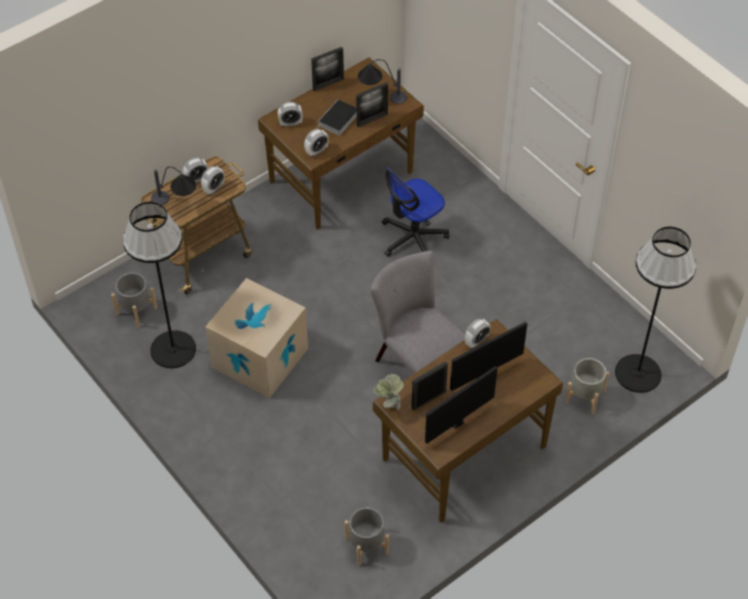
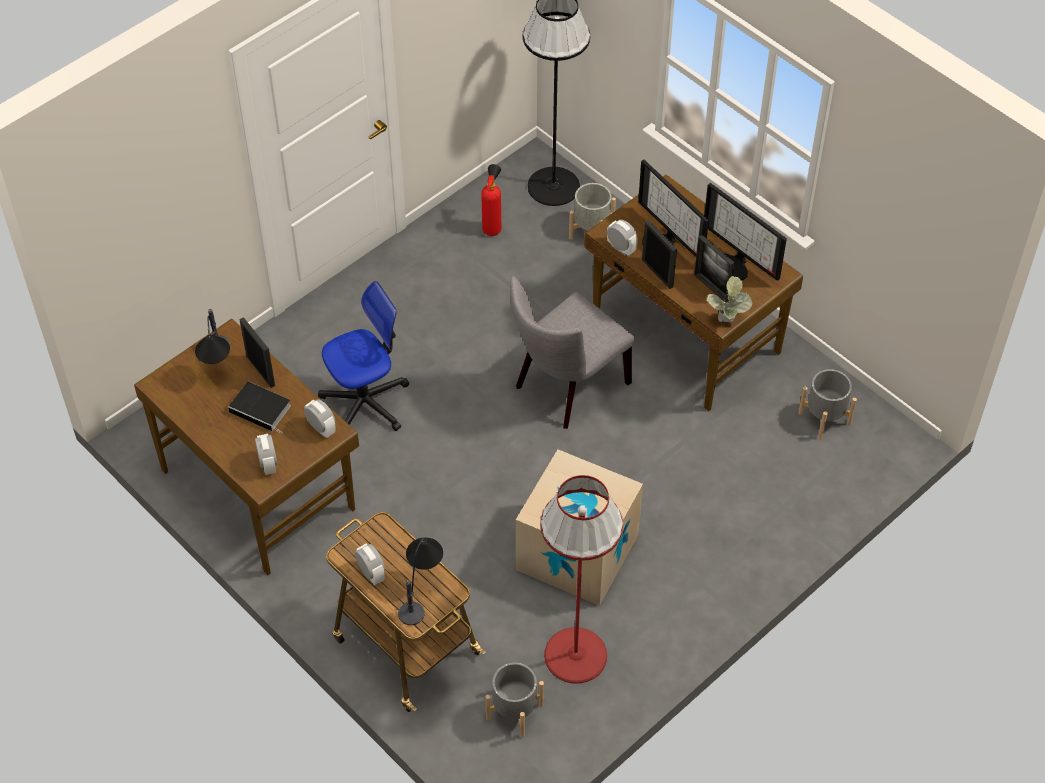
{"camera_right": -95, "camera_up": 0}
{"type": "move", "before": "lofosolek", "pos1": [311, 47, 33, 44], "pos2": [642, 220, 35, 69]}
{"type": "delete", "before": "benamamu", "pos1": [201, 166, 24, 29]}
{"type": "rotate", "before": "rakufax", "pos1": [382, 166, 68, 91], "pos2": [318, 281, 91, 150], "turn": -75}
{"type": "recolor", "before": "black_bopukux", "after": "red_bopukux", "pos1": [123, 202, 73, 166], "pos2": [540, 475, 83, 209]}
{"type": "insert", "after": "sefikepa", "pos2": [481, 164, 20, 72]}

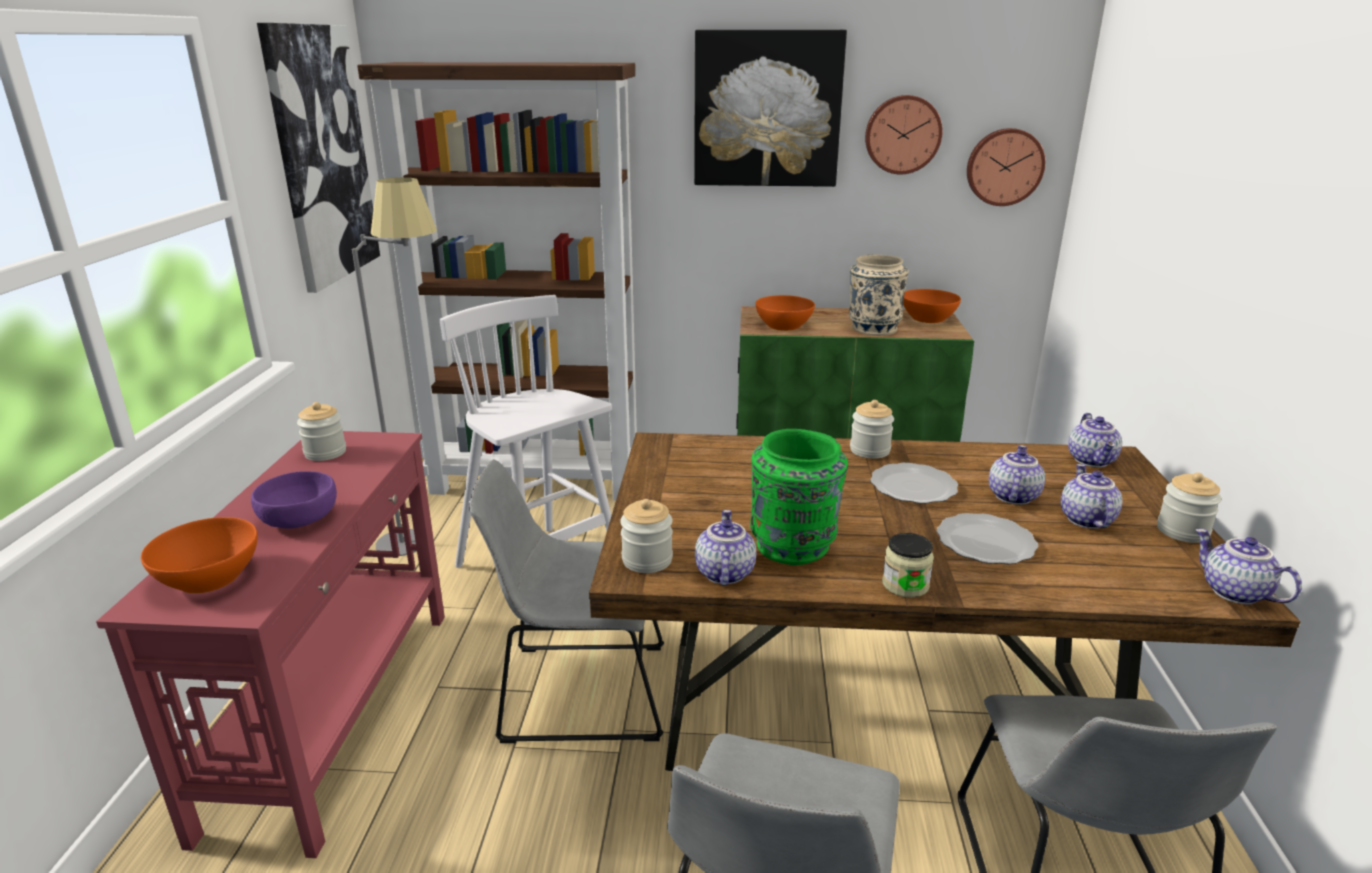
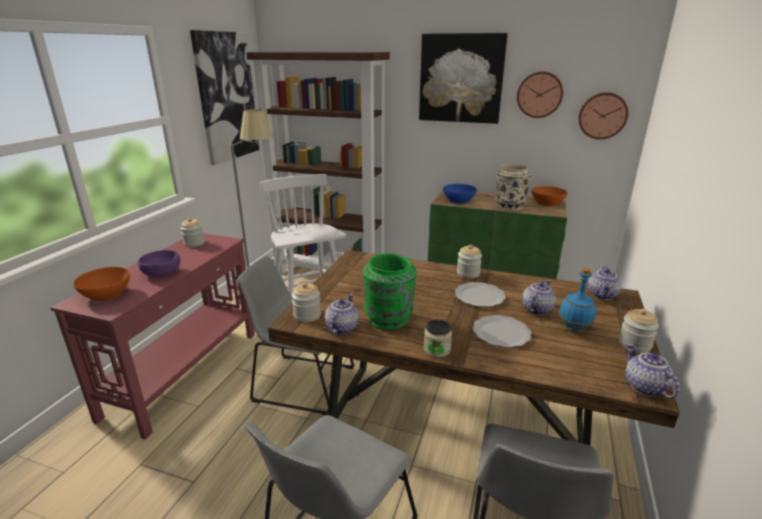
{"camera_right": 15, "camera_up": 0}
{"type": "recolor", "before": "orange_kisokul", "after": "blue_kisokul", "pos1": [755, 295, 60, 36], "pos2": [443, 184, 34, 20]}
{"type": "replace", "before": "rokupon", "after": "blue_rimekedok", "pos1": [1061, 464, 61, 65], "pos2": [559, 268, 37, 65]}

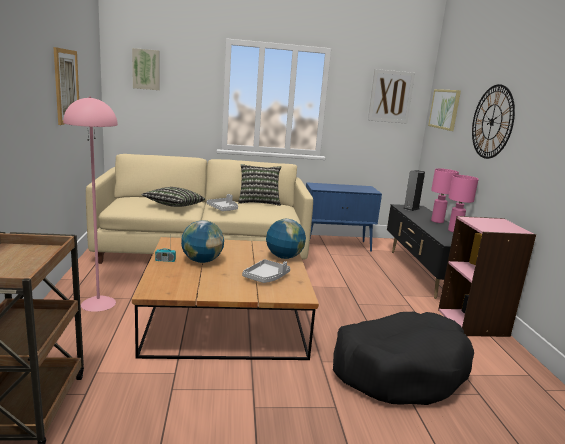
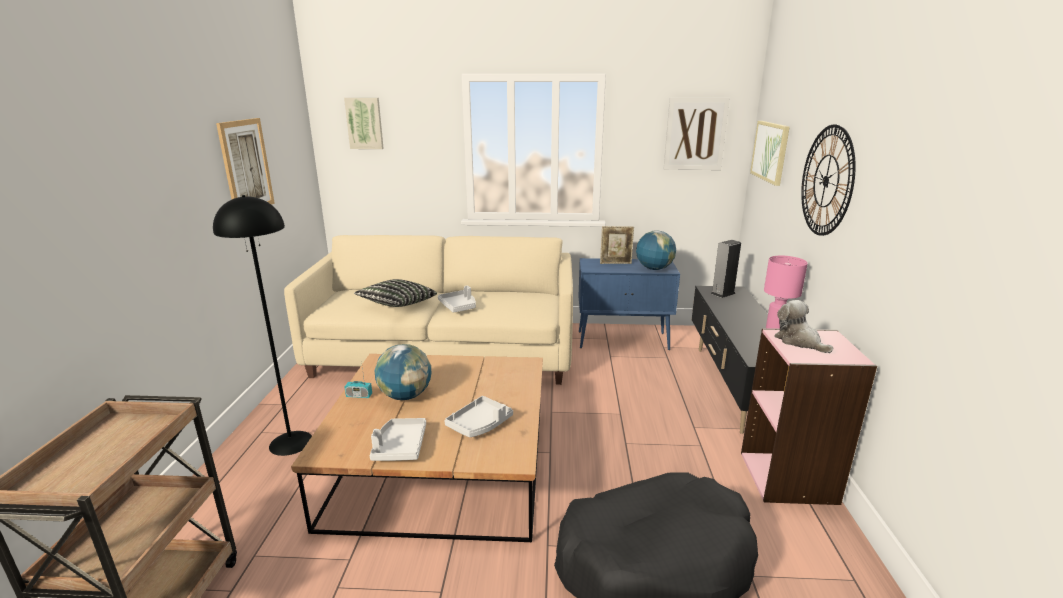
{"camera_right": 10, "camera_up": 5}
{"type": "recolor", "before": "pink_bopukux", "after": "black_bopukux", "pos1": [63, 96, 55, 216], "pos2": [213, 195, 99, 261]}
{"type": "delete", "before": "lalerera", "pos1": [238, 164, 43, 42]}
{"type": "delete", "before": "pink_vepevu", "pos1": [431, 168, 28, 55]}
{"type": "move", "before": "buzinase", "pos1": [266, 219, 40, 40], "pos2": [636, 230, 40, 40]}
{"type": "insert", "after": "lofosolek", "pos2": [600, 226, 34, 38]}
{"type": "insert", "after": "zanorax", "pos2": [774, 300, 60, 53]}
{"type": "insert", "after": "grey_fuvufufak", "pos2": [370, 418, 56, 43]}

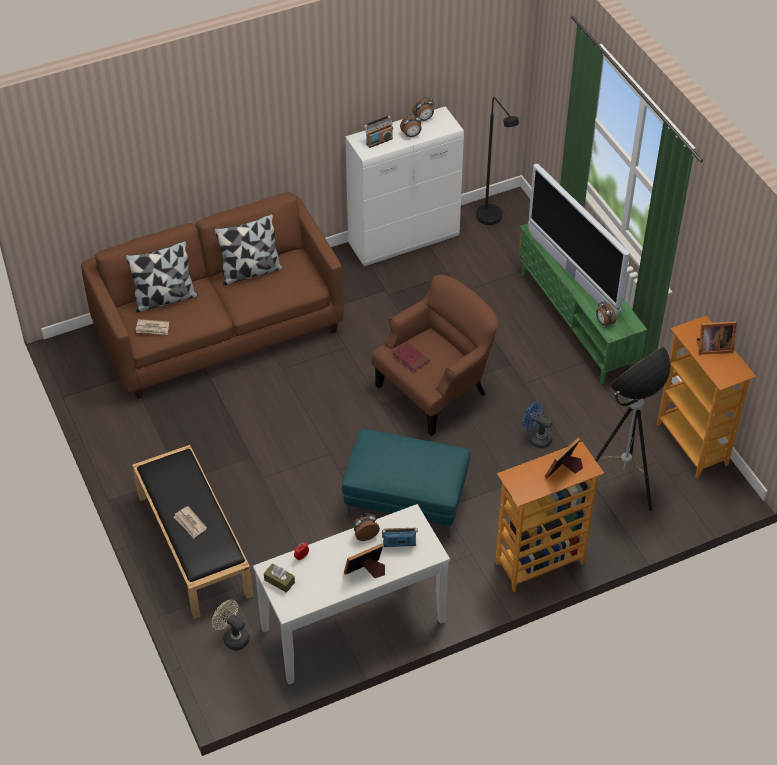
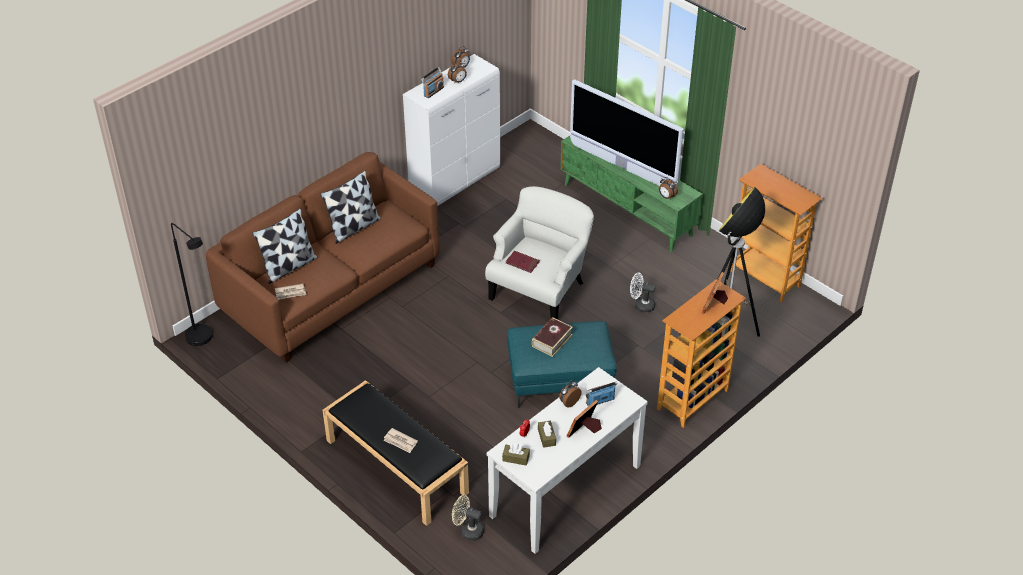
{"camera_right": -20, "camera_up": -5}
{"type": "move", "before": "black_bopukux", "pos1": [476, 97, 43, 128], "pos2": [171, 223, 42, 123]}
{"type": "recolor", "before": "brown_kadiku", "after": "white_kadiku", "pos1": [371, 275, 127, 161], "pos2": [485, 186, 109, 134]}
{"type": "delete", "before": "lofosolek", "pos1": [697, 321, 40, 34]}
{"type": "recolor", "before": "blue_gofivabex", "after": "white_gofivabex", "pos1": [523, 402, 30, 47], "pos2": [630, 273, 26, 40]}
{"type": "insert", "after": "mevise", "pos2": [532, 317, 41, 40]}
{"type": "insert", "after": "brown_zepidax", "pos2": [538, 421, 18, 27]}

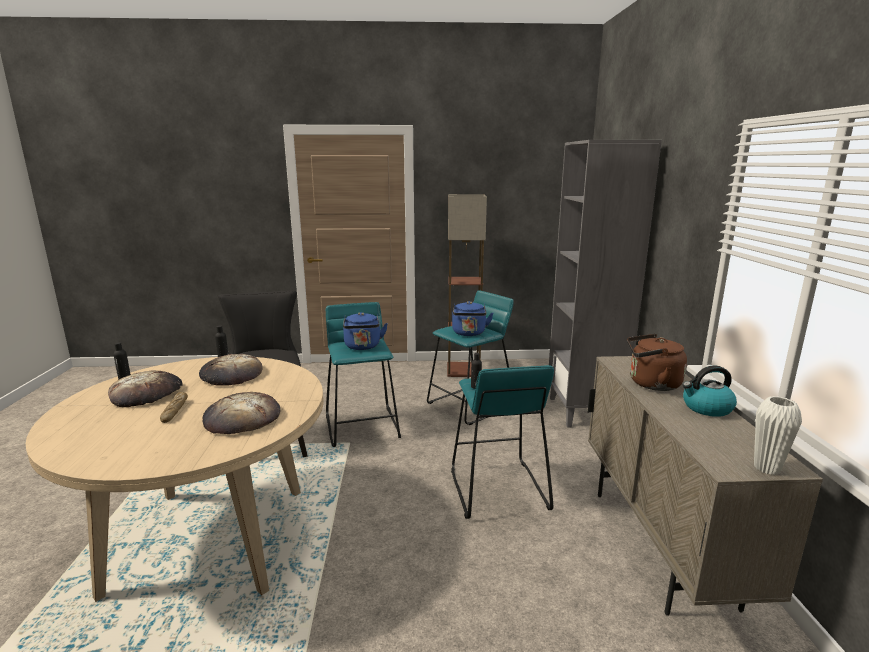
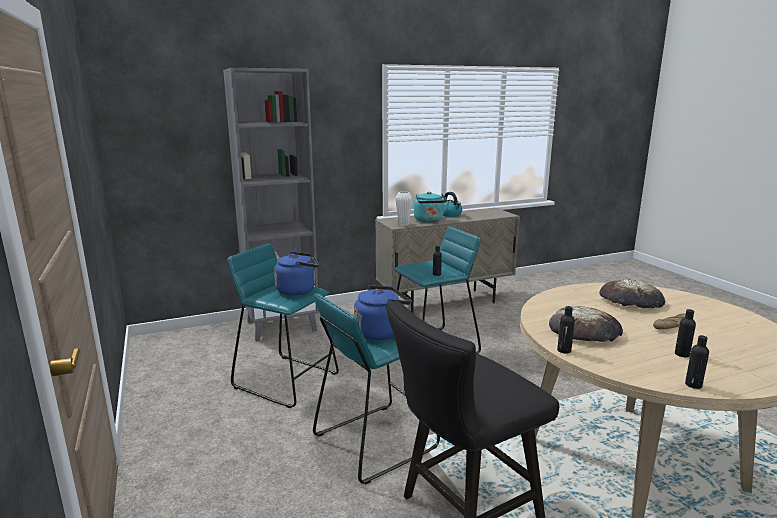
{"camera_right": -110, "camera_up": 0}
{"type": "delete", "before": "bopukux", "pos1": [447, 194, 40, 183]}
{"type": "recolor", "before": "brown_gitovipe", "after": "turquoise_gitovipe", "pos1": [627, 334, 60, 57], "pos2": [414, 192, 36, 30]}
{"type": "replace", "before": "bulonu", "after": "black_rimekedok", "pos1": [108, 371, 75, 36], "pos2": [675, 309, 21, 48]}
{"type": "move", "before": "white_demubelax", "pos1": [754, 396, 48, 79], "pos2": [396, 192, 16, 34]}

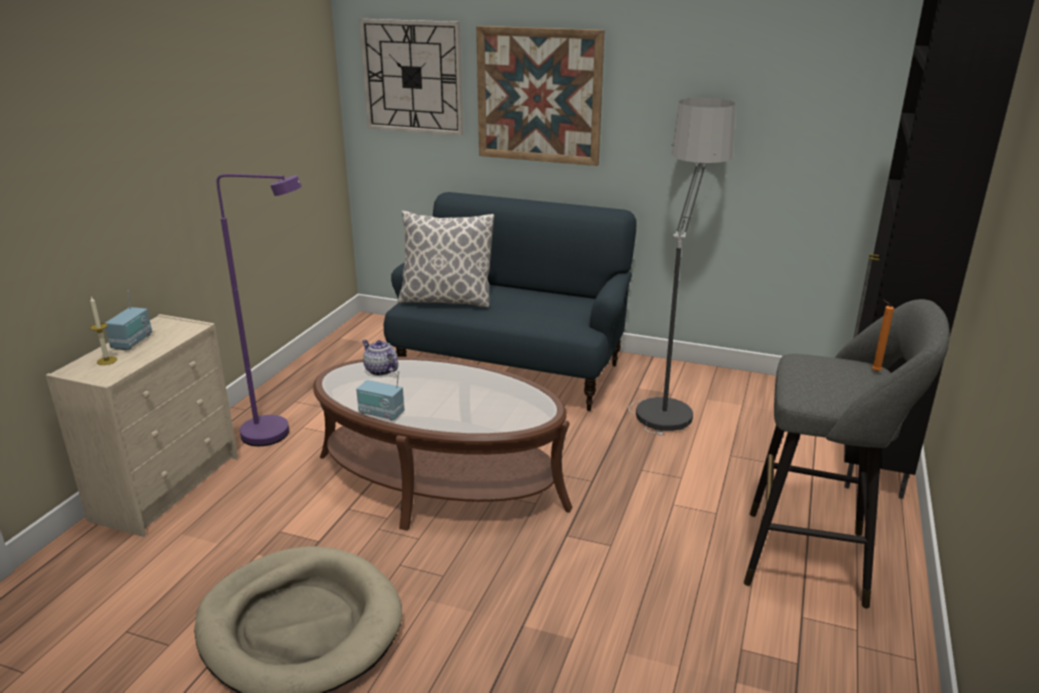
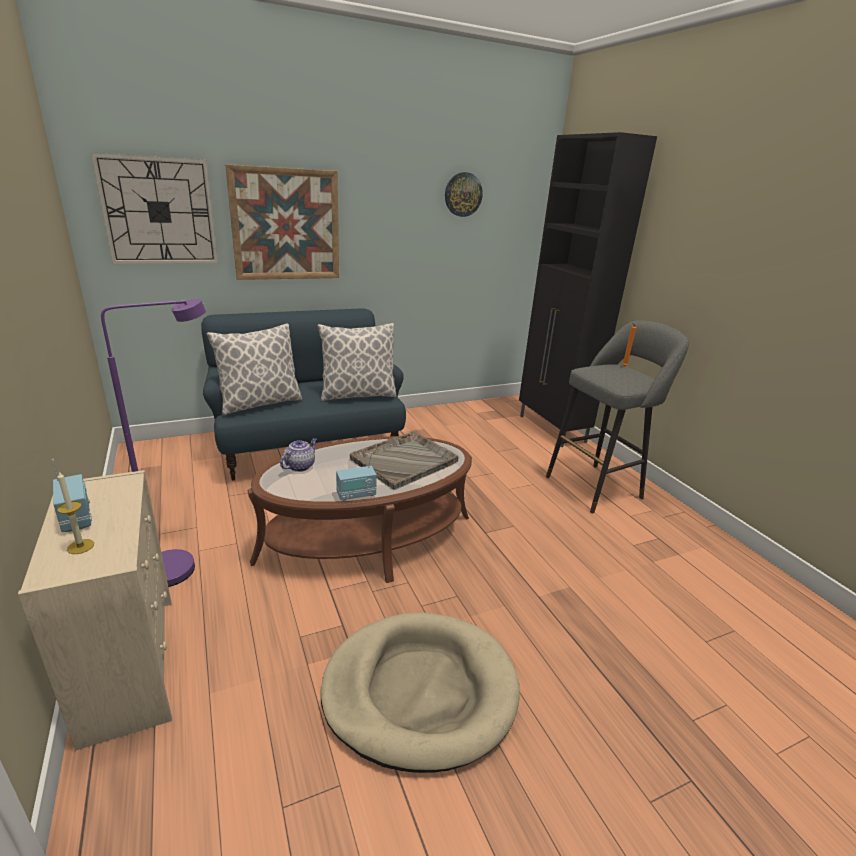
{"camera_right": -45, "camera_up": 0}
{"type": "delete", "before": "bopukux", "pos1": [628, 98, 108, 337]}
{"type": "rotate", "before": "rokupon", "pos1": [362, 340, 36, 36], "pos2": [280, 438, 37, 34], "turn": 120}
{"type": "insert", "after": "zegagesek", "pos2": [445, 172, 38, 45]}
{"type": "insert", "after": "lalerera", "pos2": [317, 323, 80, 78]}
{"type": "insert", "after": "grey_fuvufufak", "pos2": [350, 431, 109, 59]}

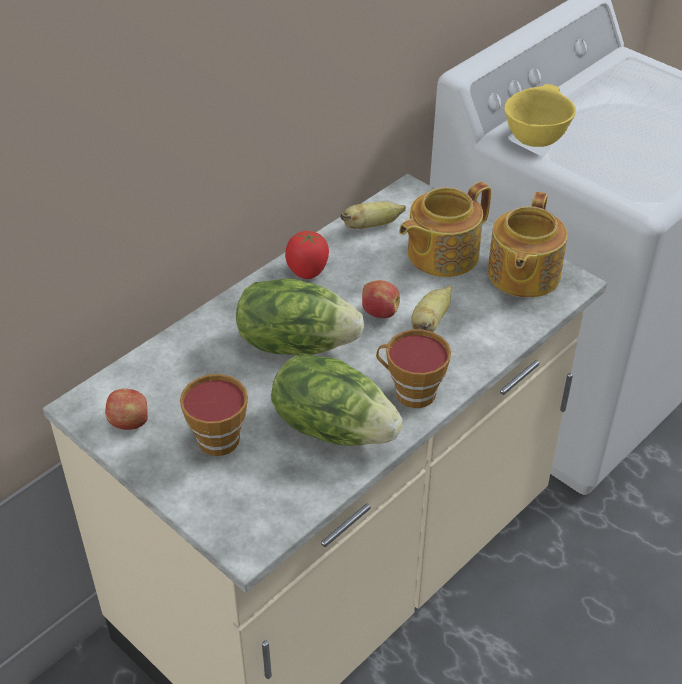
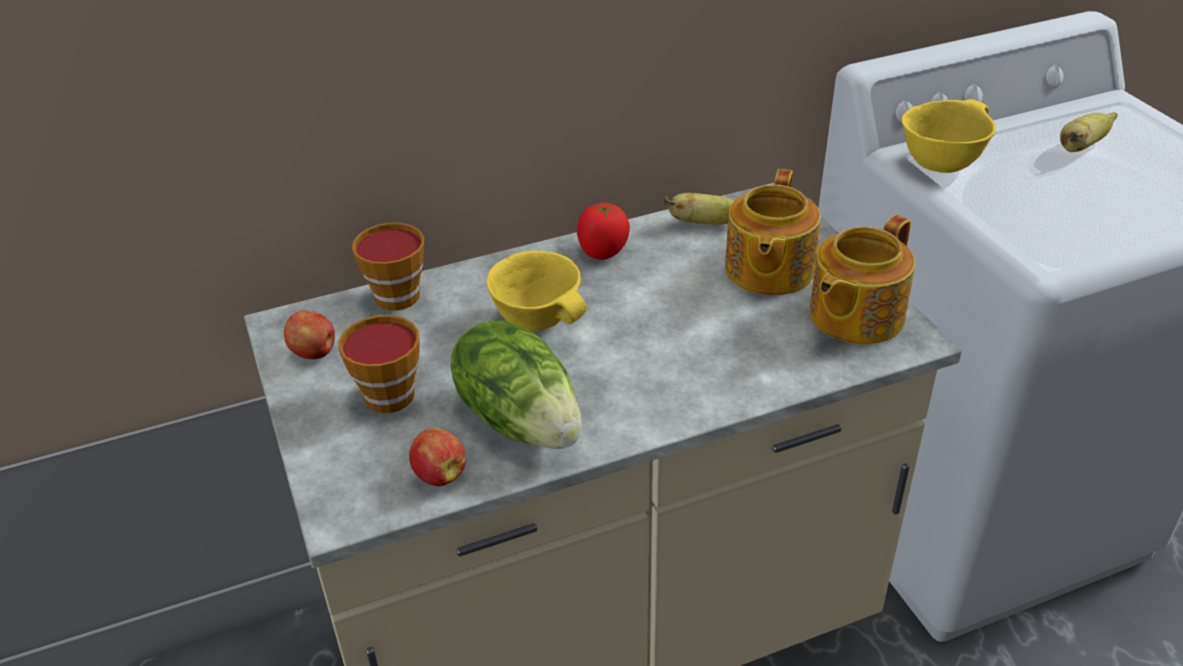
{"camera_right": 25, "camera_up": -5}
{"type": "rotate", "before": "rokupon", "pos1": [399, 182, 92, 95], "pos2": [725, 169, 96, 126], "turn": -60}
{"type": "replace", "before": "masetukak", "after": "yellow_kisokul", "pos1": [236, 279, 128, 76], "pos2": [487, 250, 100, 82]}
{"type": "move", "before": "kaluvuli", "pos1": [362, 280, 38, 38], "pos2": [409, 428, 57, 58]}
{"type": "move", "before": "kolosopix", "pos1": [411, 286, 41, 46], "pos2": [1060, 112, 58, 40]}
{"type": "move", "before": "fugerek", "pos1": [376, 329, 75, 79], "pos2": [352, 223, 72, 88]}

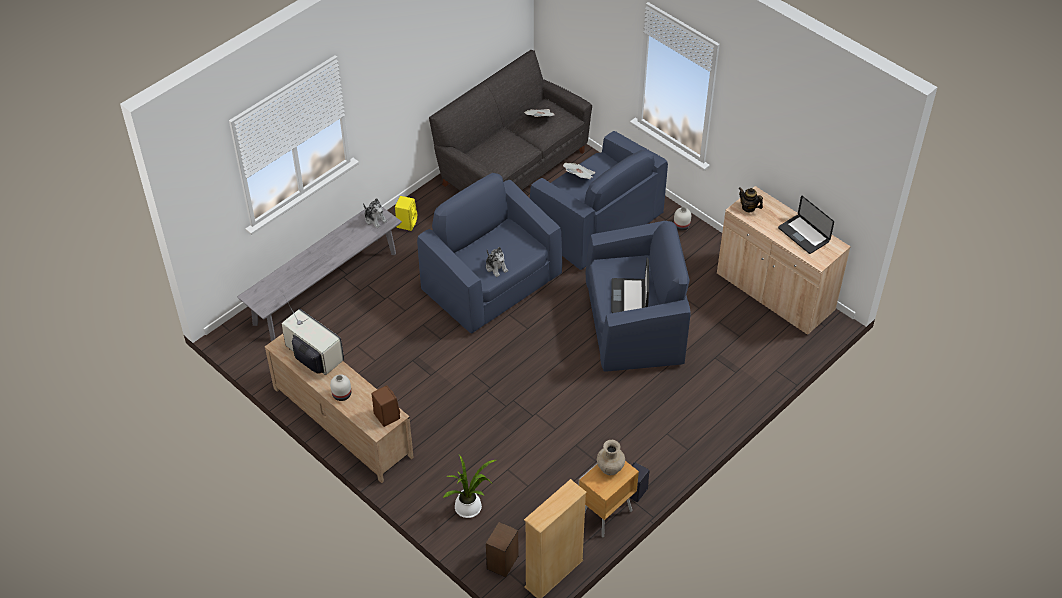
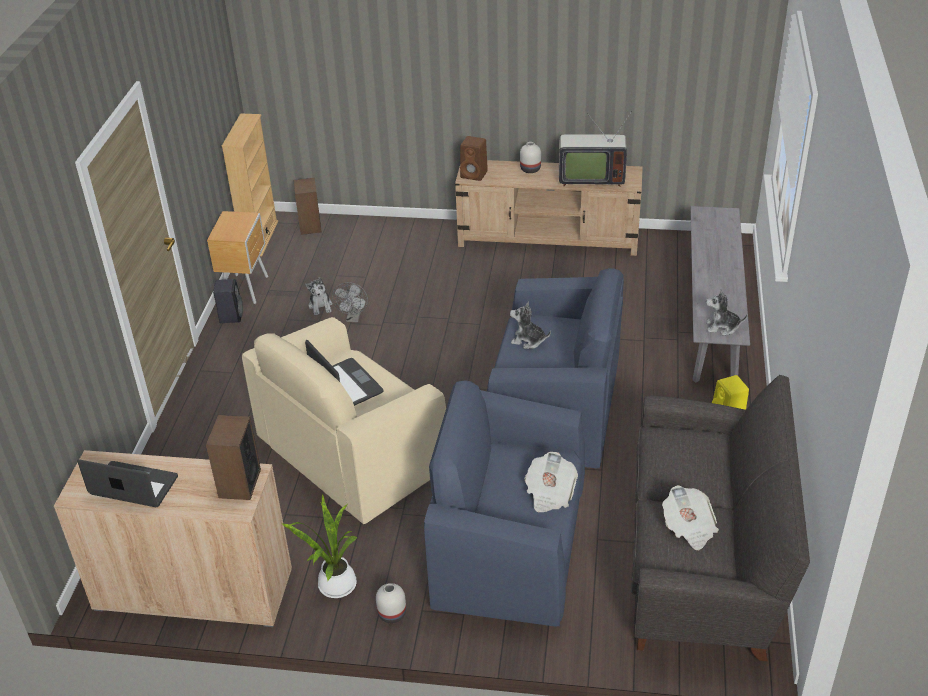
{"camera_right": 145, "camera_up": -10}
{"type": "replace", "before": "rokupon", "after": "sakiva", "pos1": [739, 187, 24, 25], "pos2": [206, 415, 55, 85]}
{"type": "recolor", "before": "blue_kadiku", "after": "beige_kadiku", "pos1": [586, 221, 105, 151], "pos2": [242, 317, 204, 207]}
{"type": "delete", "before": "beige_demubelax", "pos1": [597, 440, 28, 36]}
{"type": "move", "before": "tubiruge", "pos1": [444, 455, 52, 63], "pos2": [283, 494, 75, 104]}
{"type": "insert", "after": "zanorax", "pos2": [305, 277, 28, 38]}
{"type": "insert", "after": "grey_gofivabex", "pos2": [332, 282, 36, 40]}

